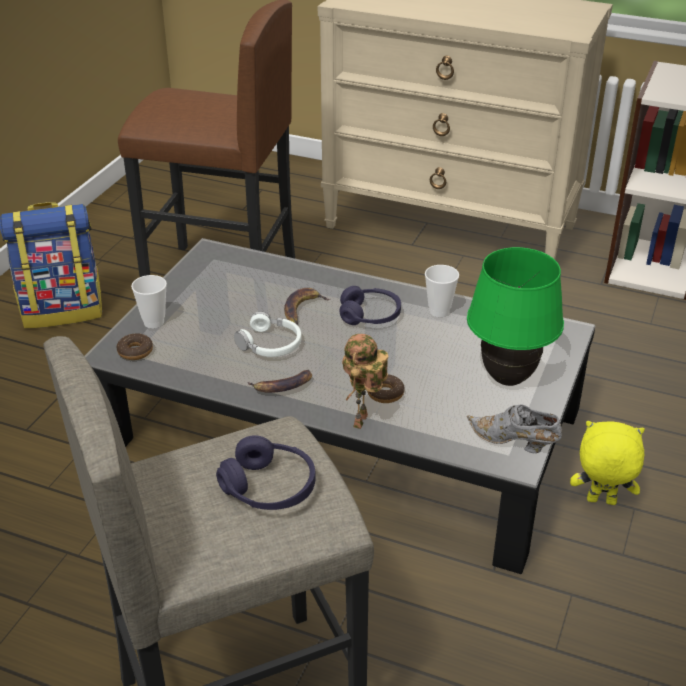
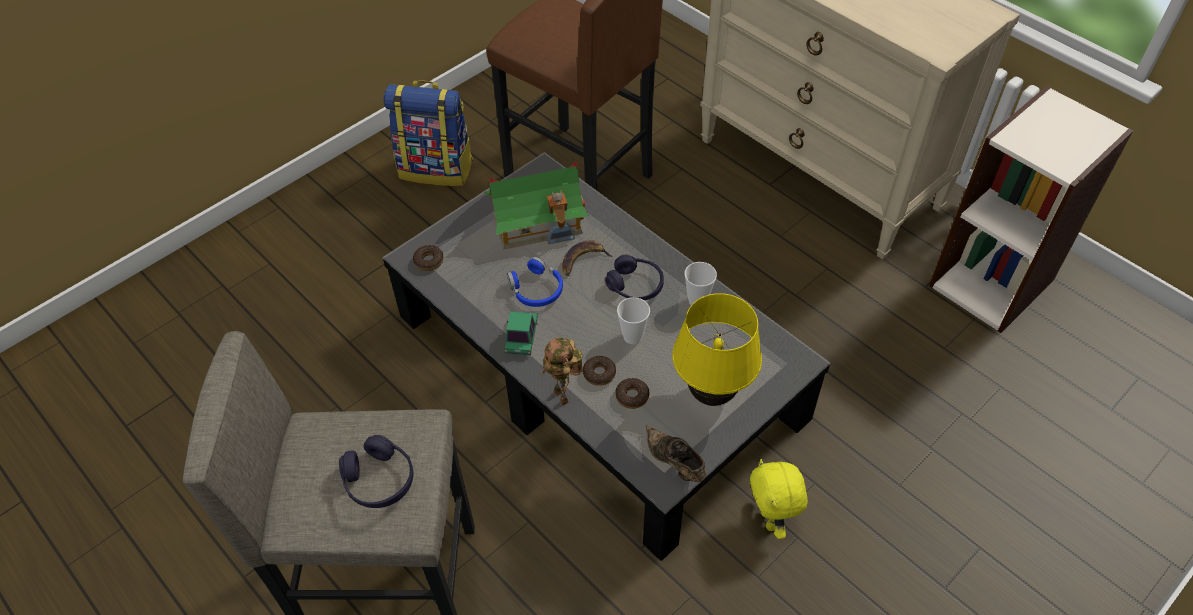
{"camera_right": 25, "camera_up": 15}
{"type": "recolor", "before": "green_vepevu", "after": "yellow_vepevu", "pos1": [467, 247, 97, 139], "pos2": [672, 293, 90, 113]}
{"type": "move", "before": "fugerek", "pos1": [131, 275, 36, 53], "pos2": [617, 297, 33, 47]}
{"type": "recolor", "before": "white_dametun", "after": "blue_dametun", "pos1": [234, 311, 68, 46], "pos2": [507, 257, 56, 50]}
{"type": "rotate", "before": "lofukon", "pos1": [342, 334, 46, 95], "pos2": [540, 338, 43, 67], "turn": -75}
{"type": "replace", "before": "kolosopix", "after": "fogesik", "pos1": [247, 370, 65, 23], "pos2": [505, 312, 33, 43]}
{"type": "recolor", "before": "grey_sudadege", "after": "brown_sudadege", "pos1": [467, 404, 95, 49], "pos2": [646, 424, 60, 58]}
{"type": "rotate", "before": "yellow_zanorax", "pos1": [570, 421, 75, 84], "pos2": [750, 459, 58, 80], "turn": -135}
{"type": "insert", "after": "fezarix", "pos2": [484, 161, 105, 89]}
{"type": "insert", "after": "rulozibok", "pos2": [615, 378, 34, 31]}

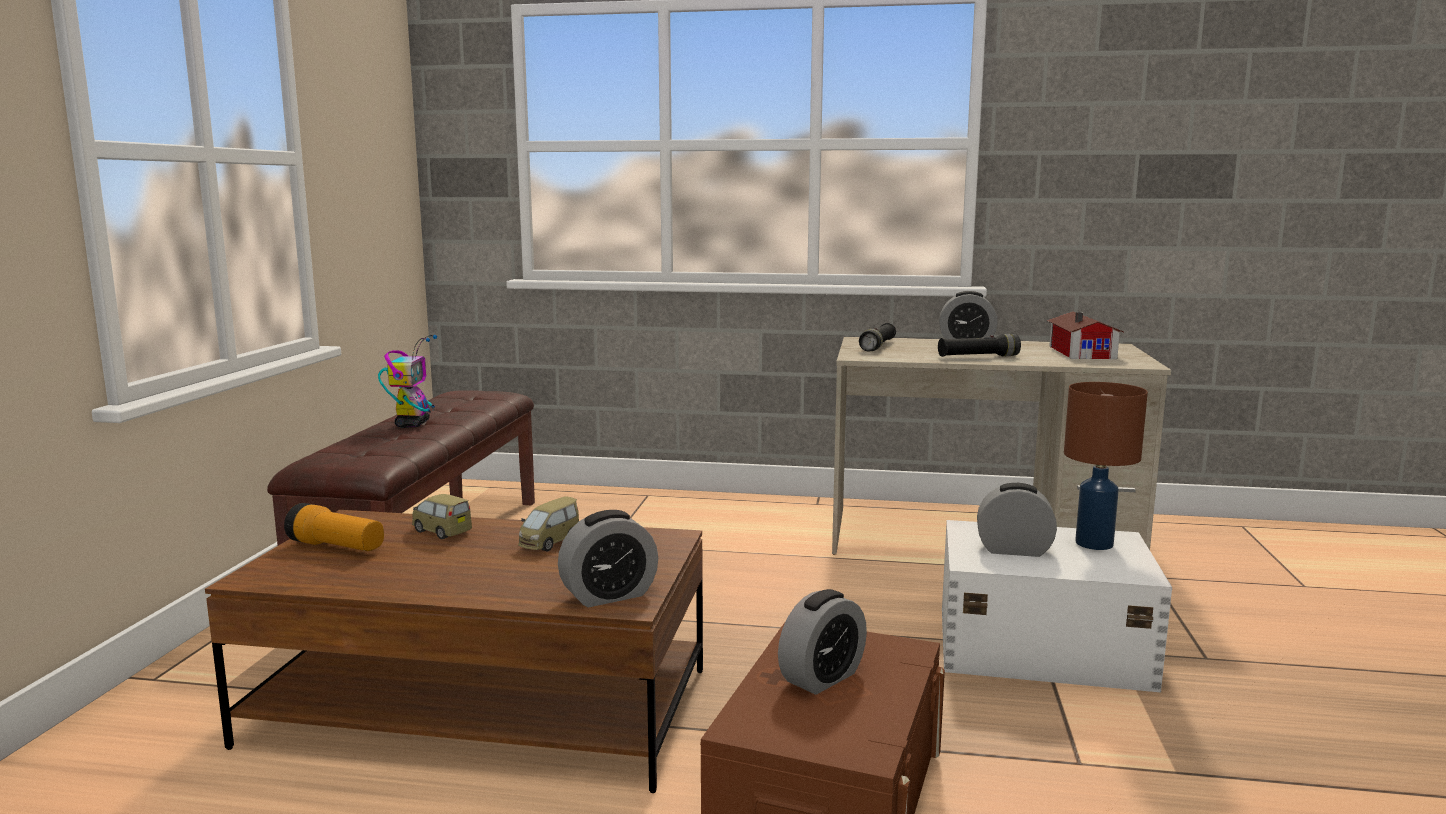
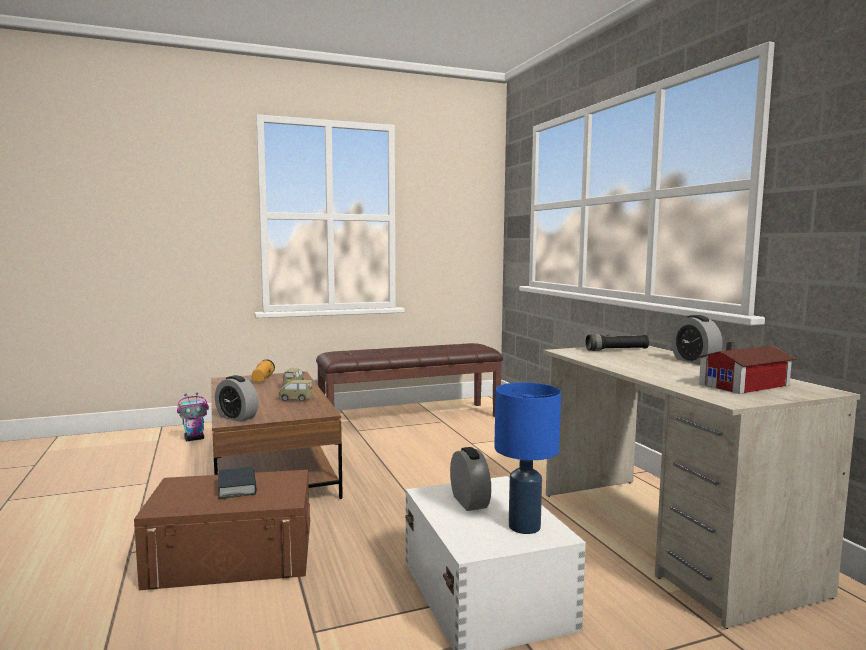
{"camera_right": 60, "camera_up": -5}
{"type": "delete", "before": "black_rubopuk", "pos1": [938, 334, 83, 23]}
{"type": "move", "before": "lofukon", "pos1": [378, 335, 59, 93], "pos2": [177, 393, 32, 48]}
{"type": "recolor", "before": "brown_vepevu", "after": "blue_vepevu", "pos1": [1064, 382, 84, 168], "pos2": [494, 382, 67, 152]}
{"type": "replace", "before": "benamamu", "after": "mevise", "pos1": [778, 589, 89, 106], "pos2": [218, 467, 39, 32]}

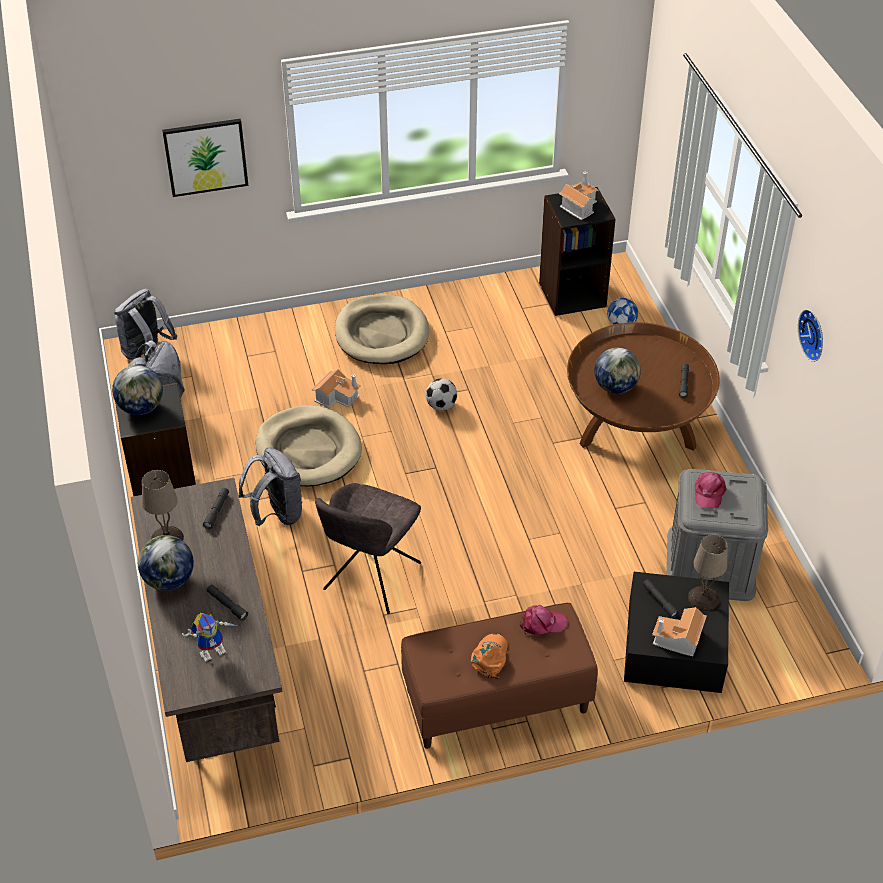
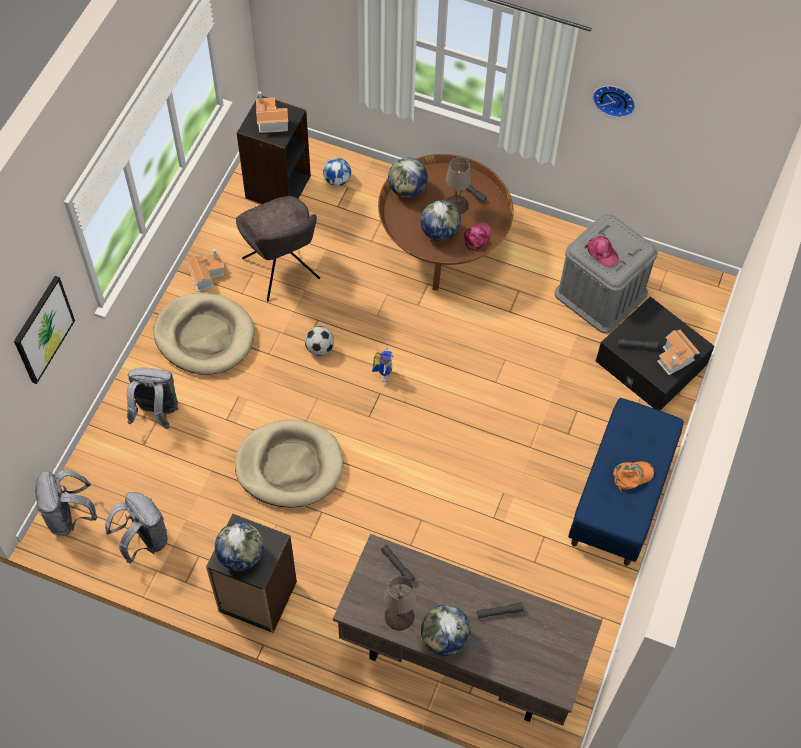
{"camera_right": -55, "camera_up": 15}
{"type": "move", "before": "fezarix", "pos1": [311, 369, 50, 39], "pos2": [186, 248, 38, 44]}
{"type": "move", "before": "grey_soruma", "pos1": [238, 448, 64, 78], "pos2": [127, 367, 51, 62]}
{"type": "move", "before": "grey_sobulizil", "pos1": [315, 483, 106, 131], "pos2": [236, 196, 84, 105]}
{"type": "move", "before": "beige_vepevu", "pos1": [688, 535, 40, 76], "pos2": [446, 157, 26, 57]}
{"type": "recolor", "before": "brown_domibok", "after": "blue_domibok", "pos1": [401, 603, 197, 146], "pos2": [568, 398, 115, 168]}
{"type": "move", "before": "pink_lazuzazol", "pos1": [520, 605, 47, 30], "pos2": [464, 222, 27, 29]}
{"type": "move", "before": "lofukon", "pos1": [182, 612, 55, 50], "pos2": [372, 347, 21, 35]}
{"type": "rotate", "before": "orange_lazuzazol", "pos1": [471, 633, 37, 46], "pos2": [613, 462, 41, 30], "turn": 105}
{"type": "insert", "after": "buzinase", "pos2": [388, 158, 40, 40]}

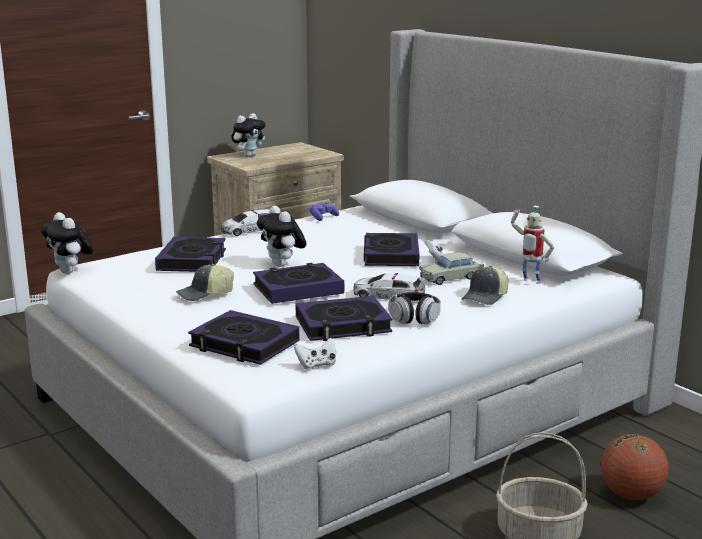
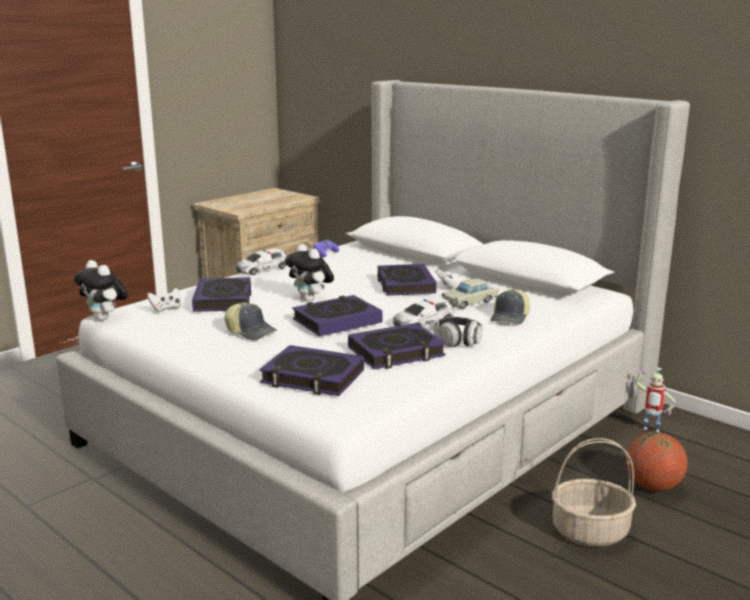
{"camera_right": -10, "camera_up": 0}
{"type": "delete", "before": "zanorax", "pos1": [231, 113, 34, 44]}
{"type": "move", "before": "lofukon", "pos1": [511, 206, 43, 78], "pos2": [635, 367, 41, 65]}
{"type": "rotate", "before": "lazuzazol", "pos1": [176, 264, 58, 37], "pos2": [224, 303, 53, 37], "turn": -105}
{"type": "rotate", "before": "fogesik", "pos1": [353, 273, 72, 29], "pos2": [393, 297, 62, 30], "turn": -45}
{"type": "move", "before": "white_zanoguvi", "pos1": [294, 337, 42, 33], "pos2": [147, 288, 34, 24]}

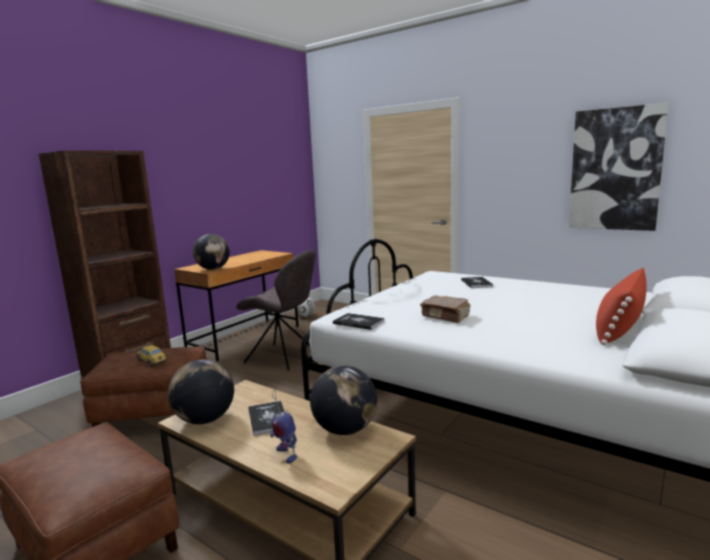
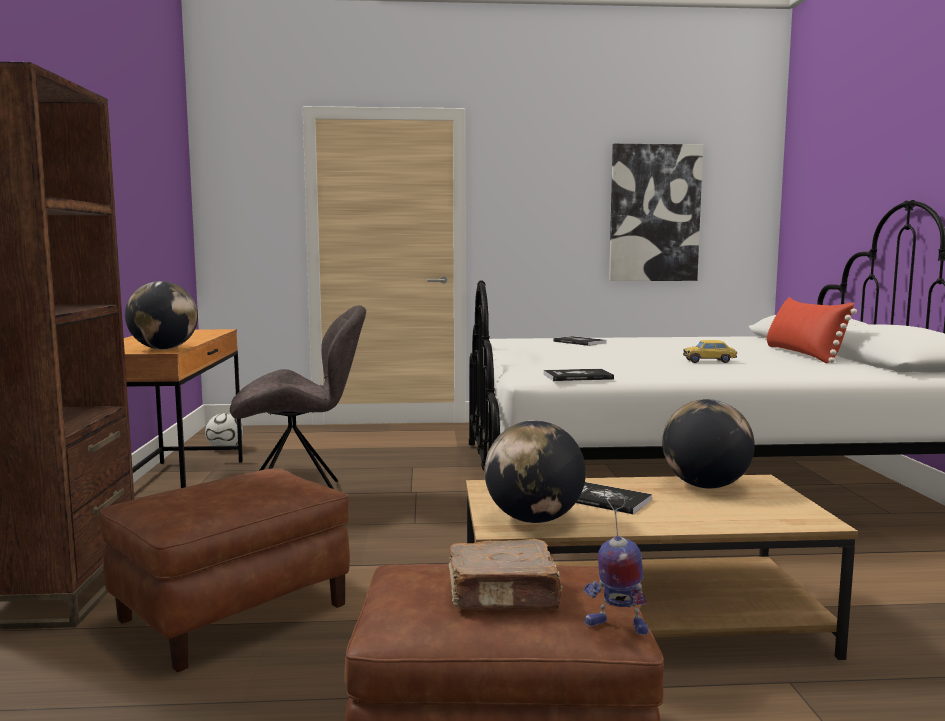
{"camera_right": -40, "camera_up": -5}
{"type": "move", "before": "brown_mevise", "pos1": [420, 296, 50, 27], "pos2": [449, 539, 114, 71]}
{"type": "move", "before": "fogesik", "pos1": [136, 345, 31, 21], "pos2": [683, 340, 54, 23]}
{"type": "move", "before": "lofukon", "pos1": [270, 387, 27, 77], "pos2": [584, 489, 64, 146]}

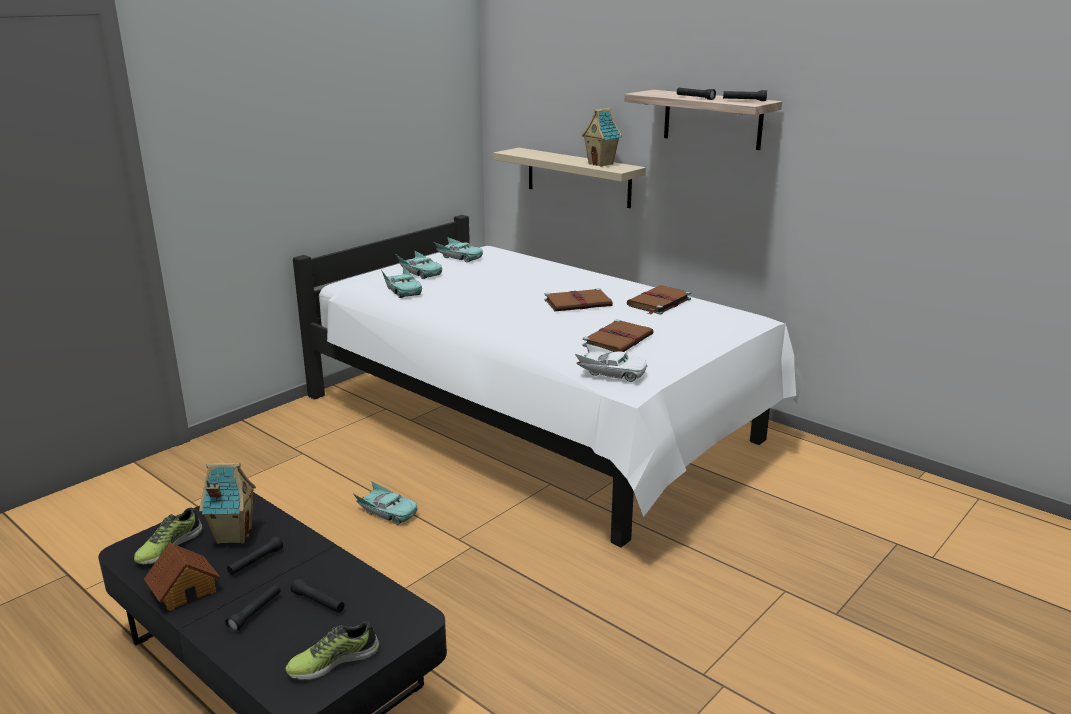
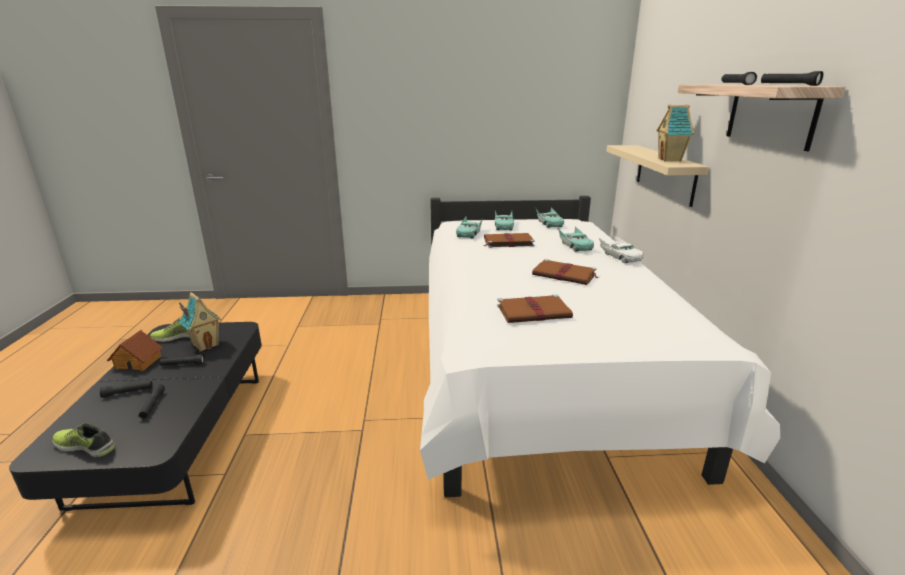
{"camera_right": 45, "camera_up": 0}
{"type": "move", "before": "brown_mevise", "pos1": [627, 286, 64, 29], "pos2": [484, 233, 51, 15]}
{"type": "move", "before": "white_fogesik", "pos1": [575, 343, 72, 39], "pos2": [599, 236, 45, 27]}
{"type": "move", "before": "turquoise_fogesik", "pos1": [354, 481, 64, 44], "pos2": [558, 226, 36, 26]}

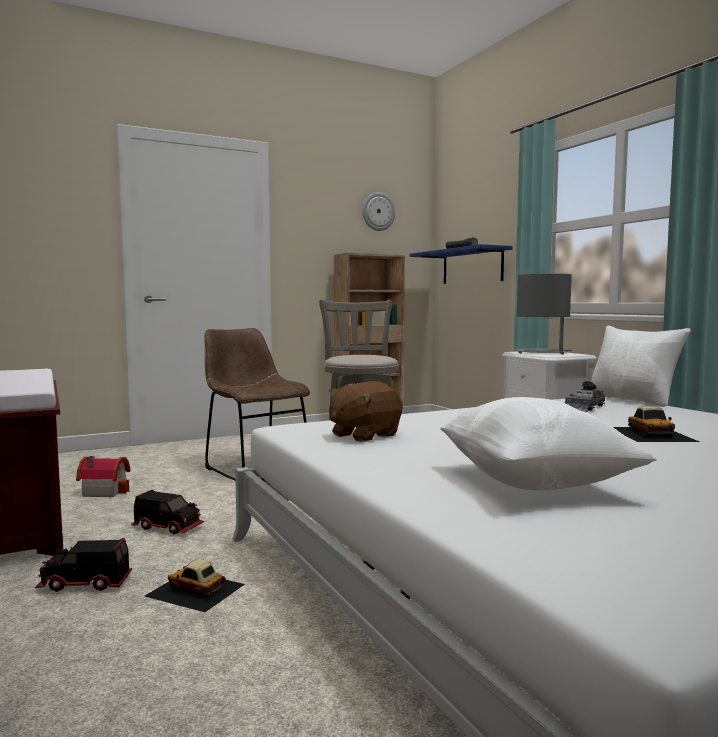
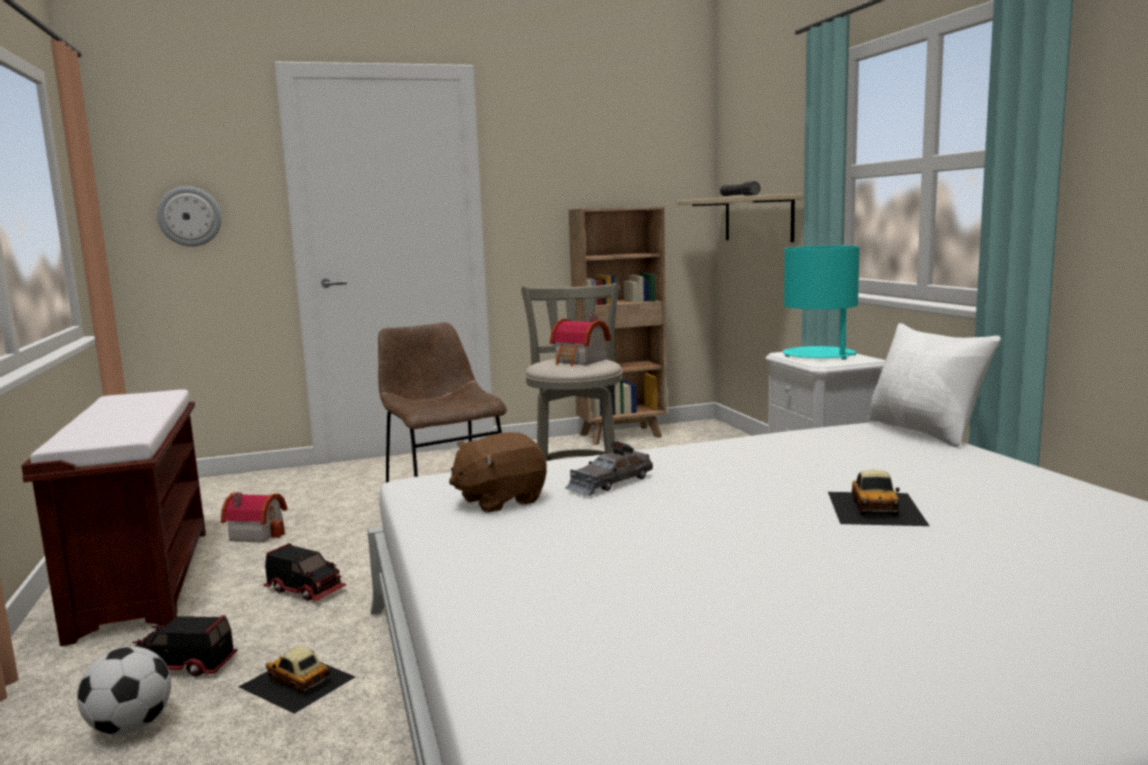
{"camera_right": 10, "camera_up": 5}
{"type": "move", "before": "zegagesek", "pos1": [362, 192, 33, 39], "pos2": [157, 186, 64, 61]}
{"type": "recolor", "before": "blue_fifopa", "after": "beige_fifopa", "pos1": [410, 244, 103, 40], "pos2": [677, 194, 127, 48]}
{"type": "recolor", "before": "grey_vepevu", "after": "turquoise_vepevu", "pos1": [516, 274, 56, 80], "pos2": [783, 246, 77, 113]}
{"type": "move", "before": "grey_fogesik", "pos1": [565, 381, 40, 31], "pos2": [565, 441, 88, 55]}
{"type": "delete", "before": "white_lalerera", "pos1": [440, 397, 217, 93]}
{"type": "insert", "after": "fezarix", "pos2": [550, 315, 61, 51]}
{"type": "insert", "after": "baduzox", "pos2": [77, 646, 94, 89]}

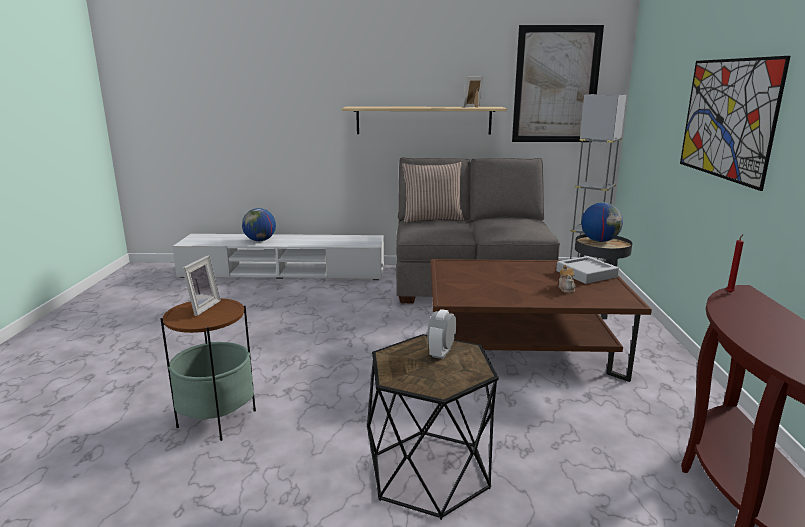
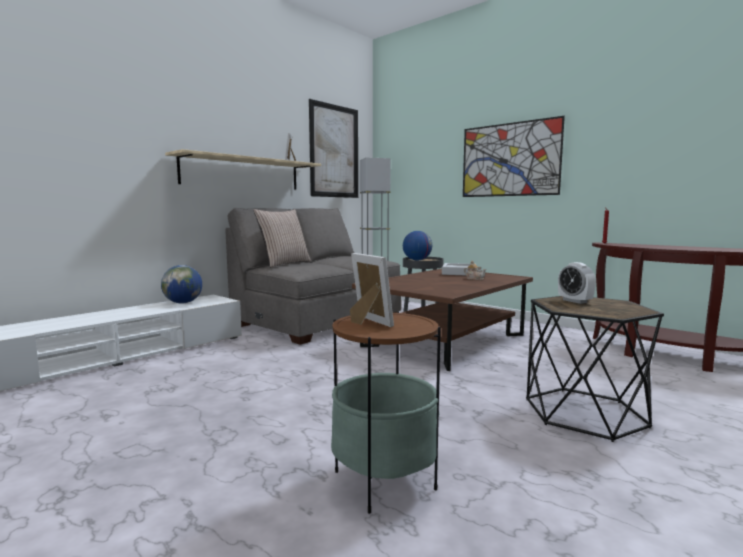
{"camera_right": -50, "camera_up": -10}
{"type": "move", "before": "buzinase", "pos1": [242, 208, 34, 33], "pos2": [161, 265, 41, 39]}

